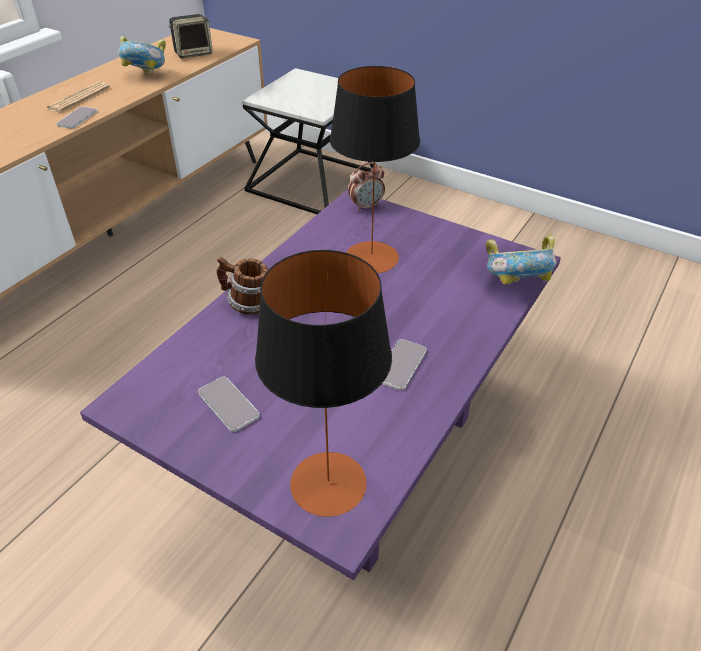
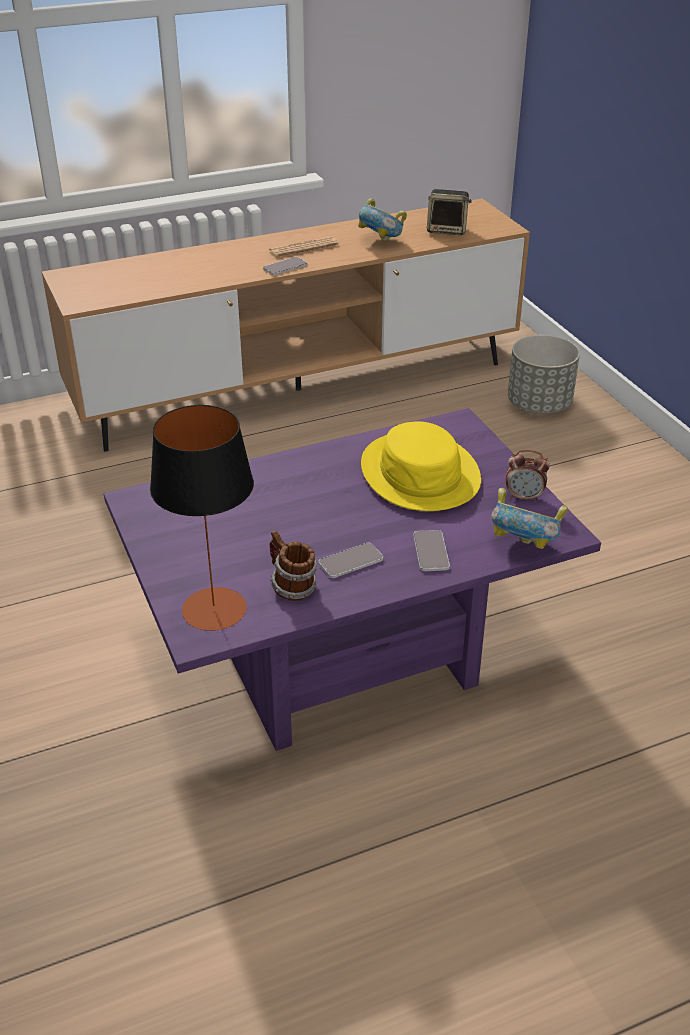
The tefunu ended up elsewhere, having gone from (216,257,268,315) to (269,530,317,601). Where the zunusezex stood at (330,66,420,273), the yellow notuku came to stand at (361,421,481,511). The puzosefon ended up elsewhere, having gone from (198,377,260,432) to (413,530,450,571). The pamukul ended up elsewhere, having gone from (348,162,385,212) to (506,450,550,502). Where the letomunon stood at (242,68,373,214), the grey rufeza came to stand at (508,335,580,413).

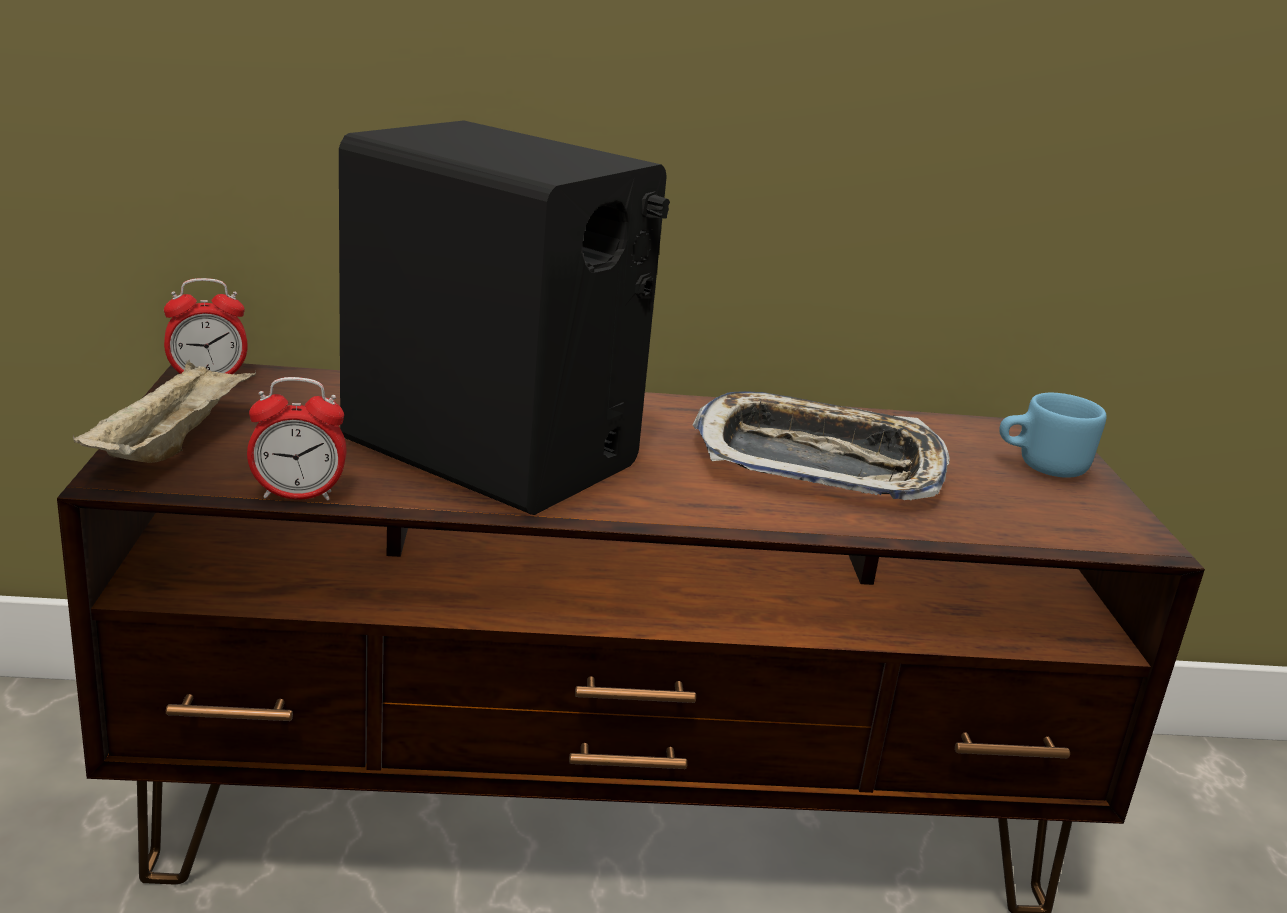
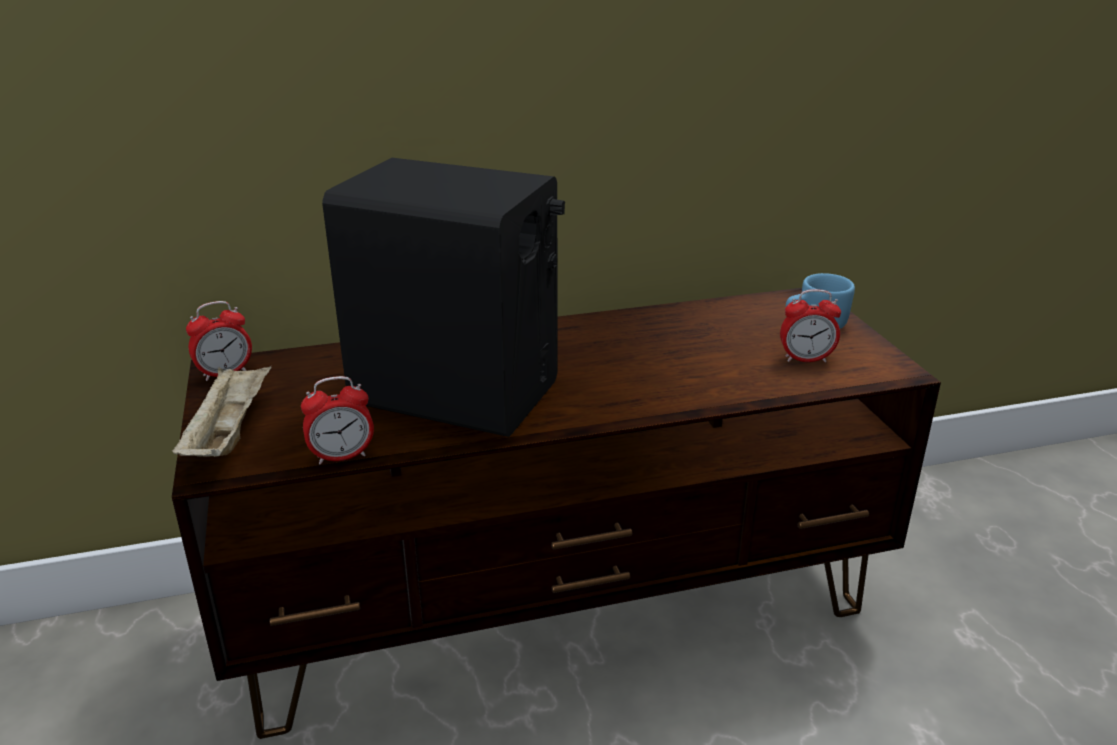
The second view gained the pamukul at (780,289,841,362). The second view lost the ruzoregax at (692,391,949,500).

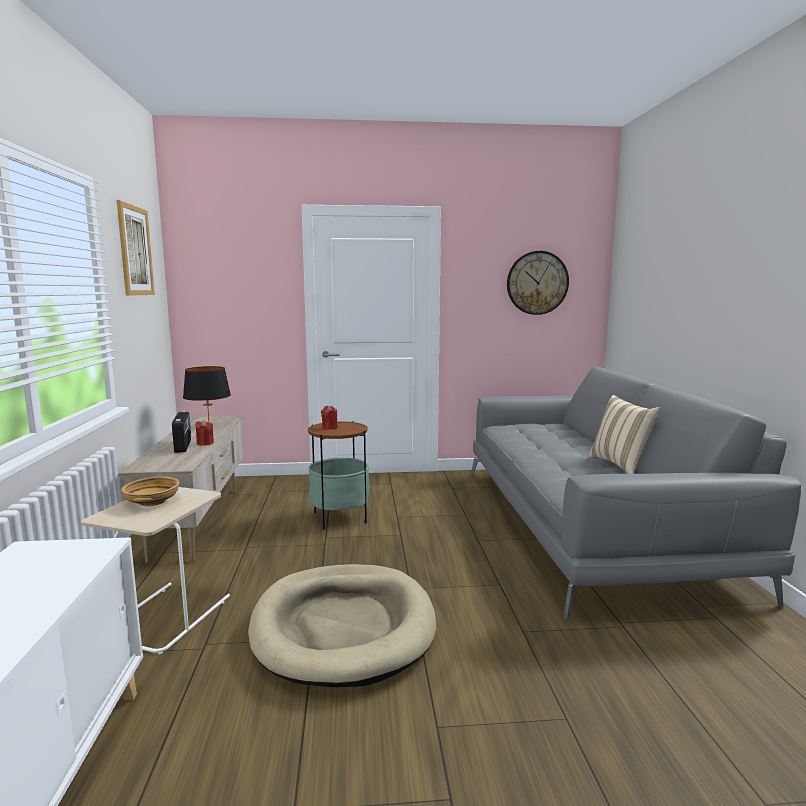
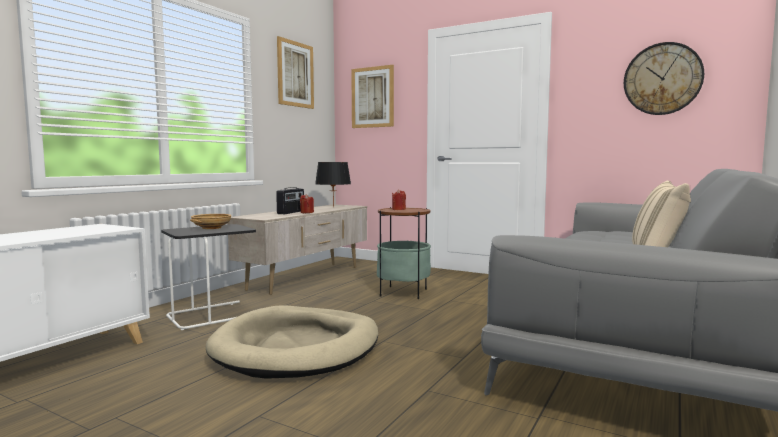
What was the beige letomunon at (81,487,230,654) turned into the black letomunon at (161,224,256,330). The second view gained the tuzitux at (351,65,394,128).

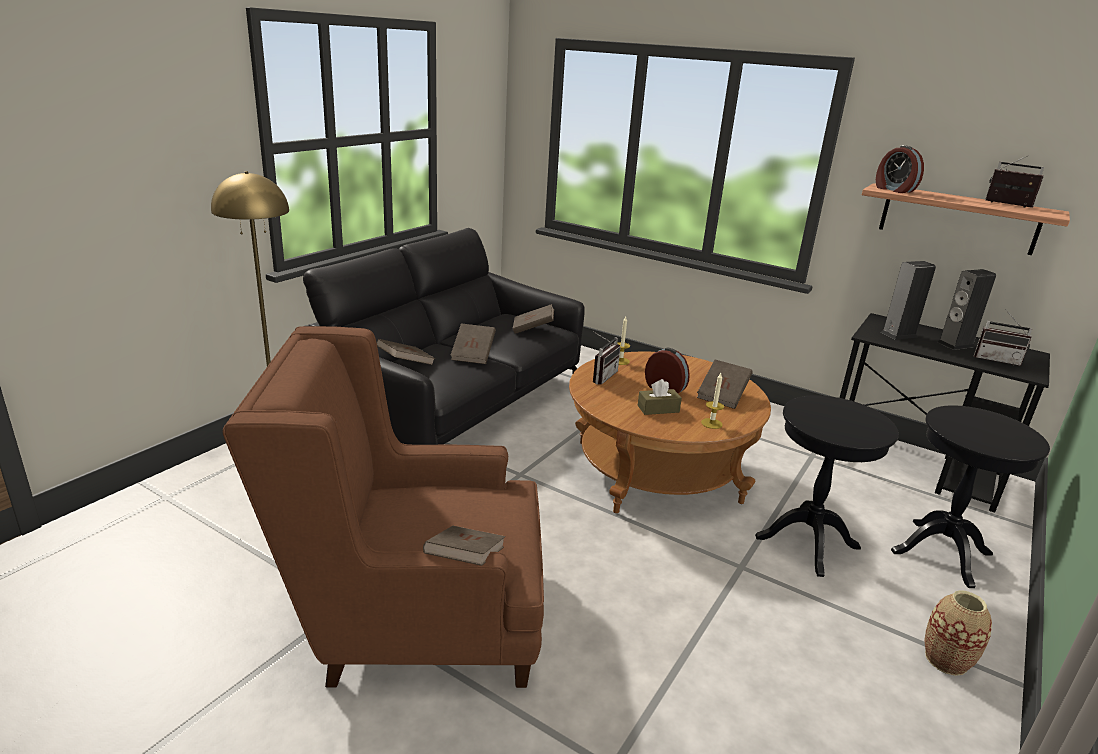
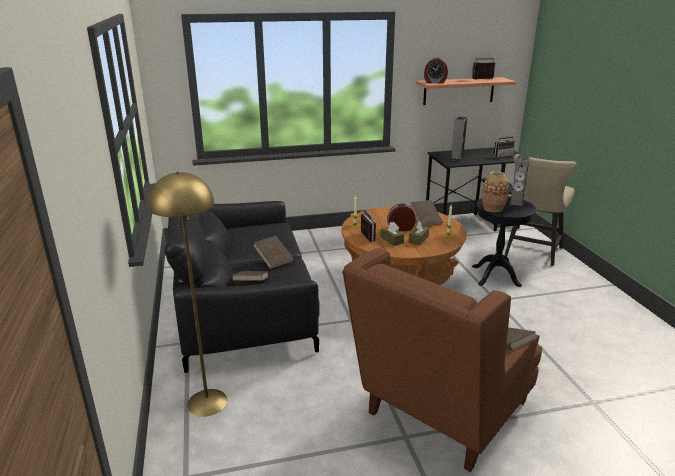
The second view gained the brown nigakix at (381,222,404,246). The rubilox ended up elsewhere, having gone from (924,590,992,676) to (482,171,509,212). Where the black letomunon stood at (891,405,1050,588), the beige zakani came to stand at (505,154,577,266). The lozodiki ended up elsewhere, having gone from (937,269,996,350) to (509,155,530,208). The second view lost the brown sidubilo at (513,304,554,334).

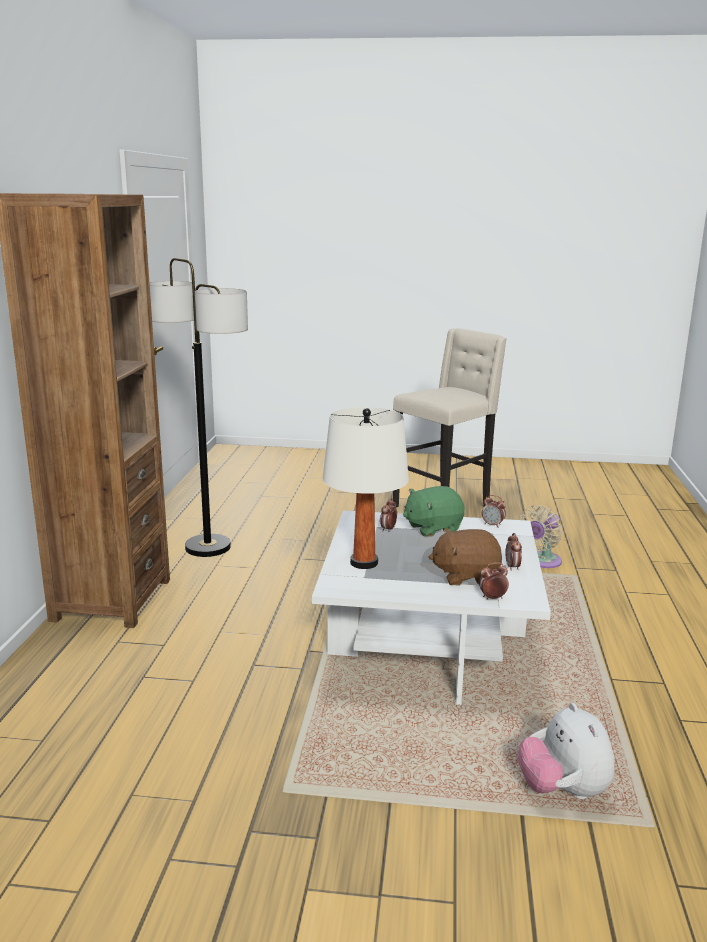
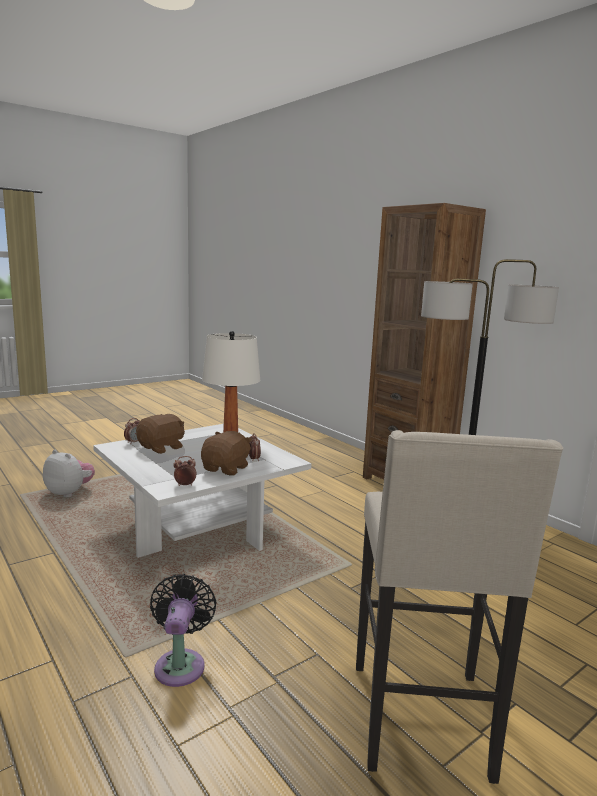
What was the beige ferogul at (519,505,562,568) turned into the black ferogul at (150,574,217,687). What was the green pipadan at (403,486,465,537) turned into the brown pipadan at (201,431,253,476). The second view lost the pamukul at (505,533,522,571).

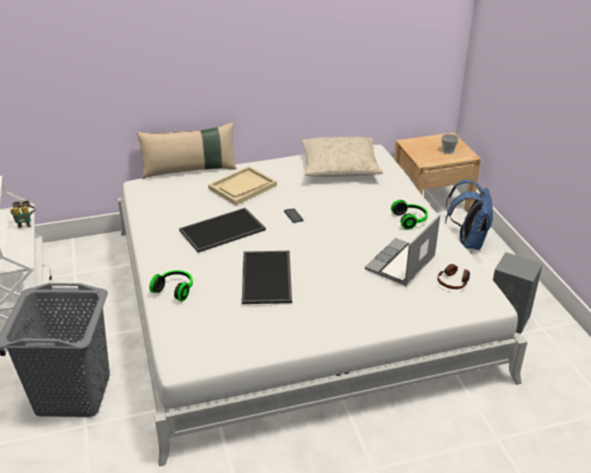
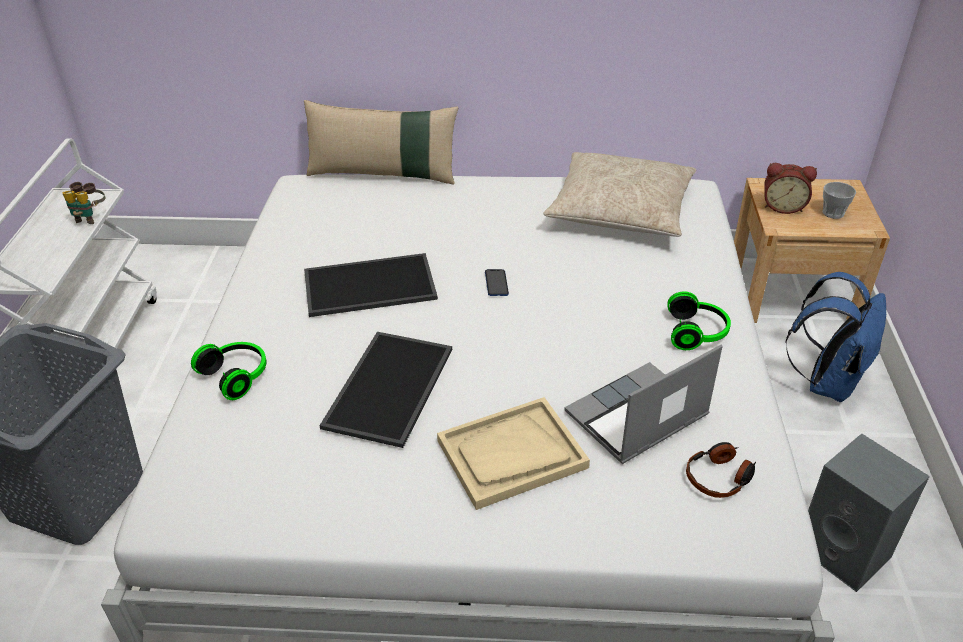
The beige ruzoregax ended up elsewhere, having gone from (208,166,277,205) to (437,397,590,510). The second view gained the pamukul at (764,163,817,214).

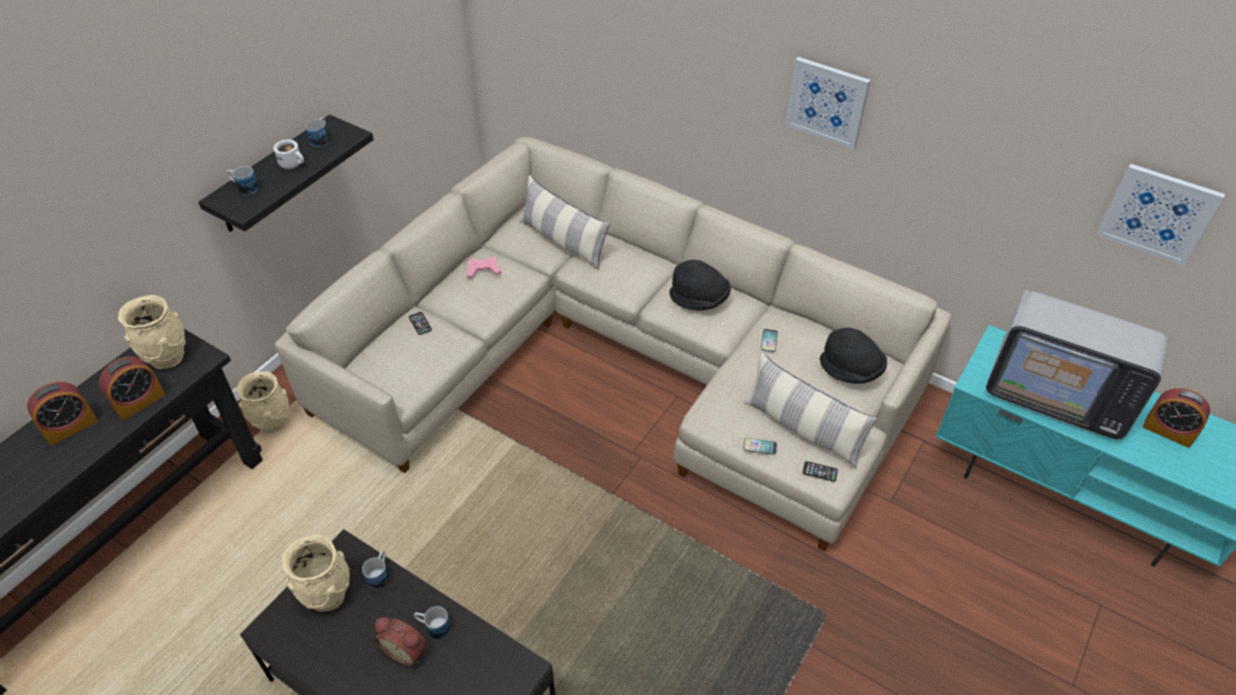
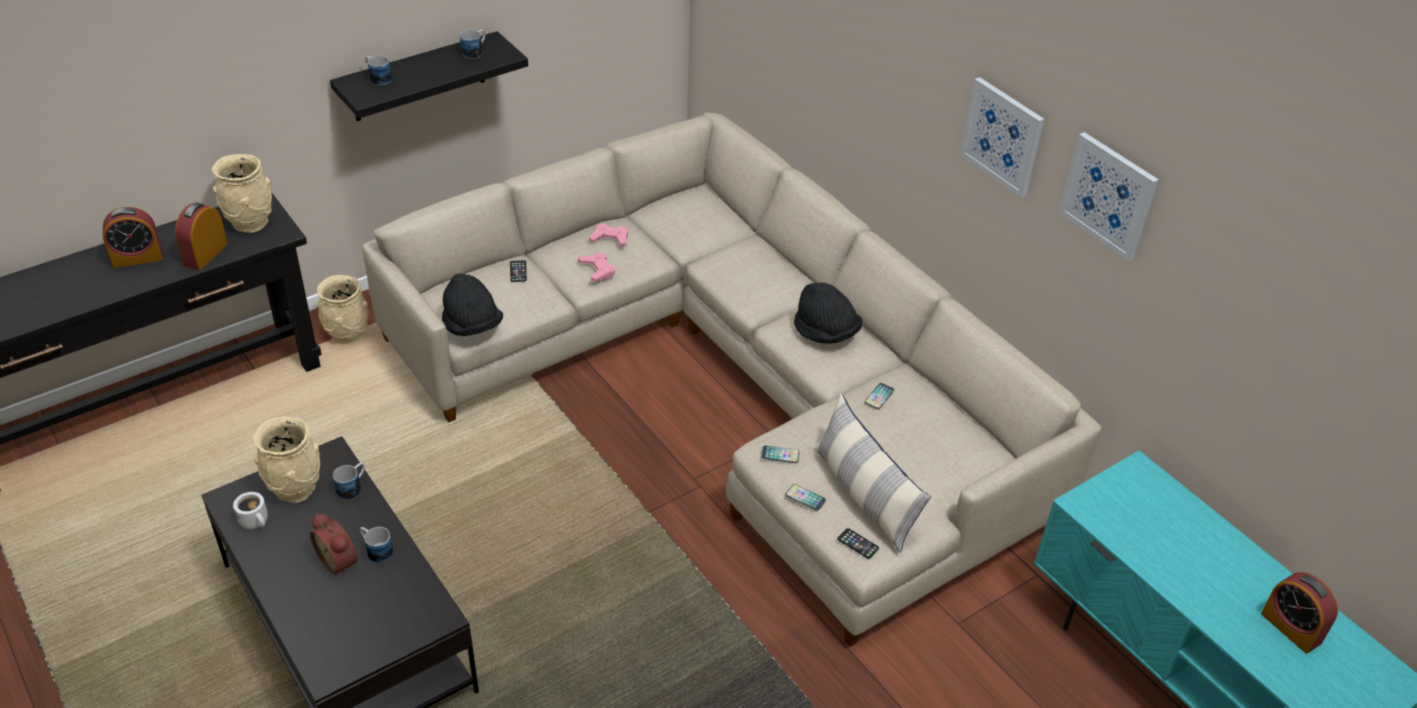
The pamukul at (99,357,165,420) ended up facing another way, 135 degrees clockwise from before. The white tefunu ended up elsewhere, having gone from (273,140,304,169) to (233,492,268,529). The black notuku ended up elsewhere, having gone from (820,328,887,384) to (442,274,503,336). The second view gained the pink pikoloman at (578,252,615,281). The second view gained the puzosefon at (761,446,800,463). The tuzitux ended up elsewhere, having gone from (1096,164,1225,266) to (1059,132,1159,261). The second view lost the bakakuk at (520,175,610,270). The second view lost the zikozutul at (986,291,1168,439).

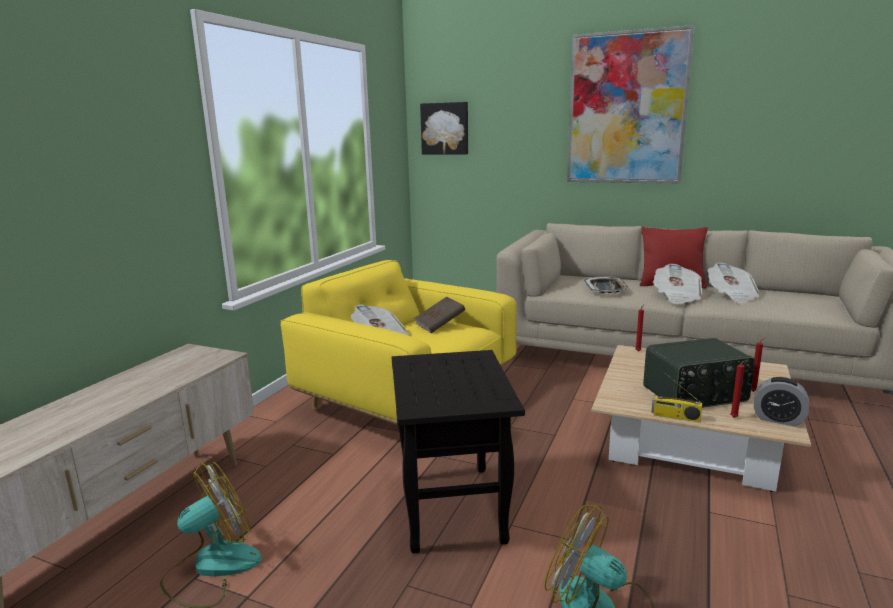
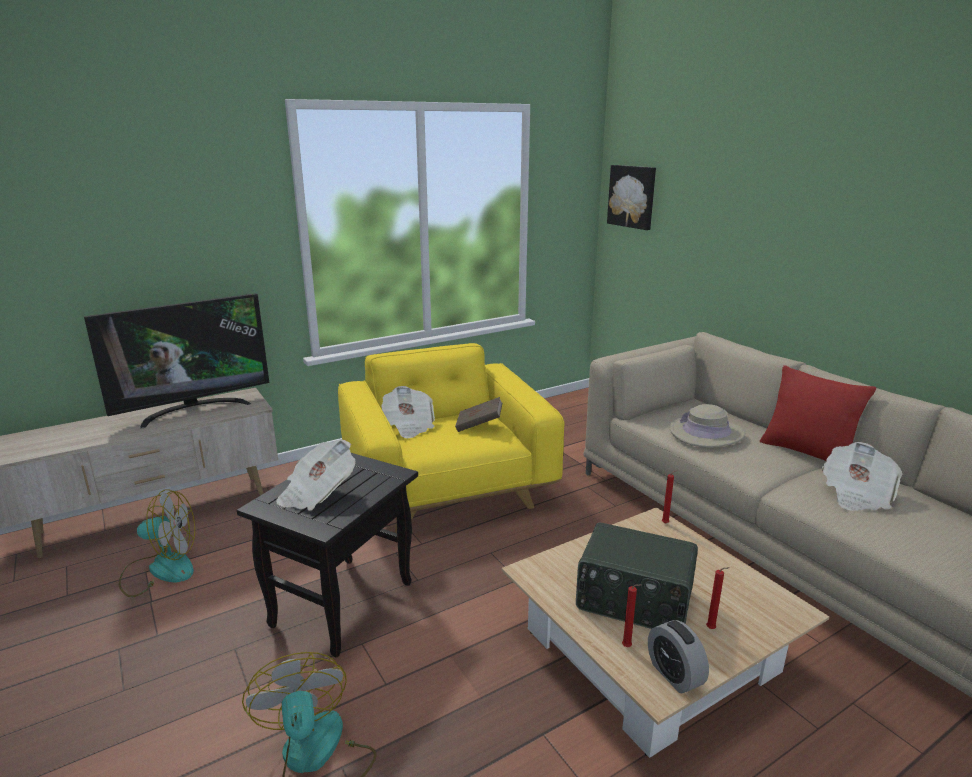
The second view gained the zikozutul at (84,293,269,428). The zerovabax ended up elsewhere, having gone from (653,264,702,304) to (276,440,356,511). Where the ruzoregax stood at (584,276,629,293), the beige notuku came to stand at (670,404,745,448). The second view lost the tuzitux at (567,25,694,184). The second view lost the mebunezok at (651,373,702,422).

